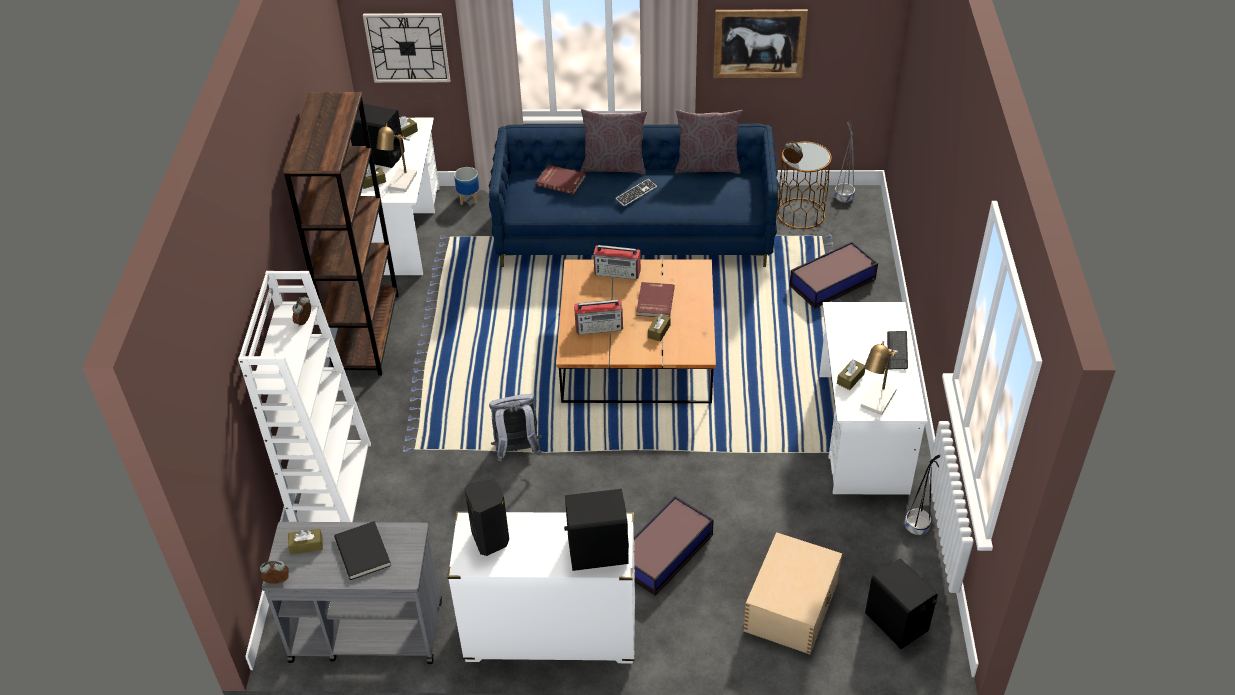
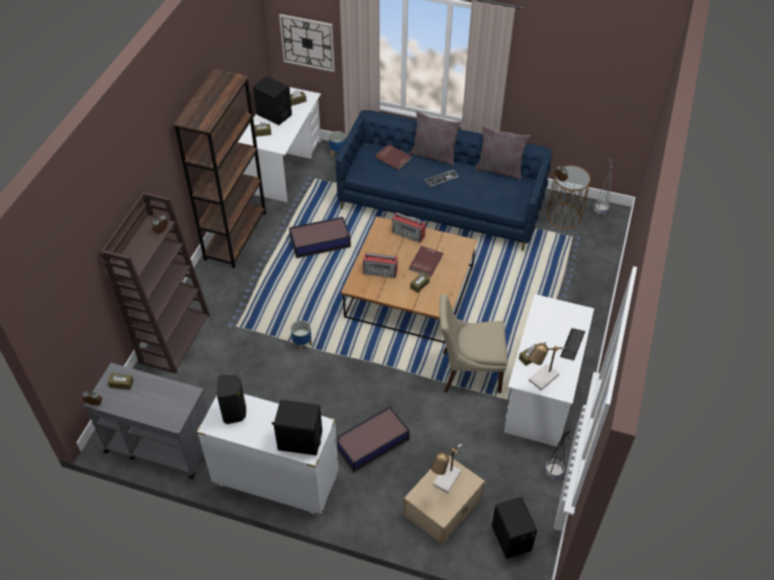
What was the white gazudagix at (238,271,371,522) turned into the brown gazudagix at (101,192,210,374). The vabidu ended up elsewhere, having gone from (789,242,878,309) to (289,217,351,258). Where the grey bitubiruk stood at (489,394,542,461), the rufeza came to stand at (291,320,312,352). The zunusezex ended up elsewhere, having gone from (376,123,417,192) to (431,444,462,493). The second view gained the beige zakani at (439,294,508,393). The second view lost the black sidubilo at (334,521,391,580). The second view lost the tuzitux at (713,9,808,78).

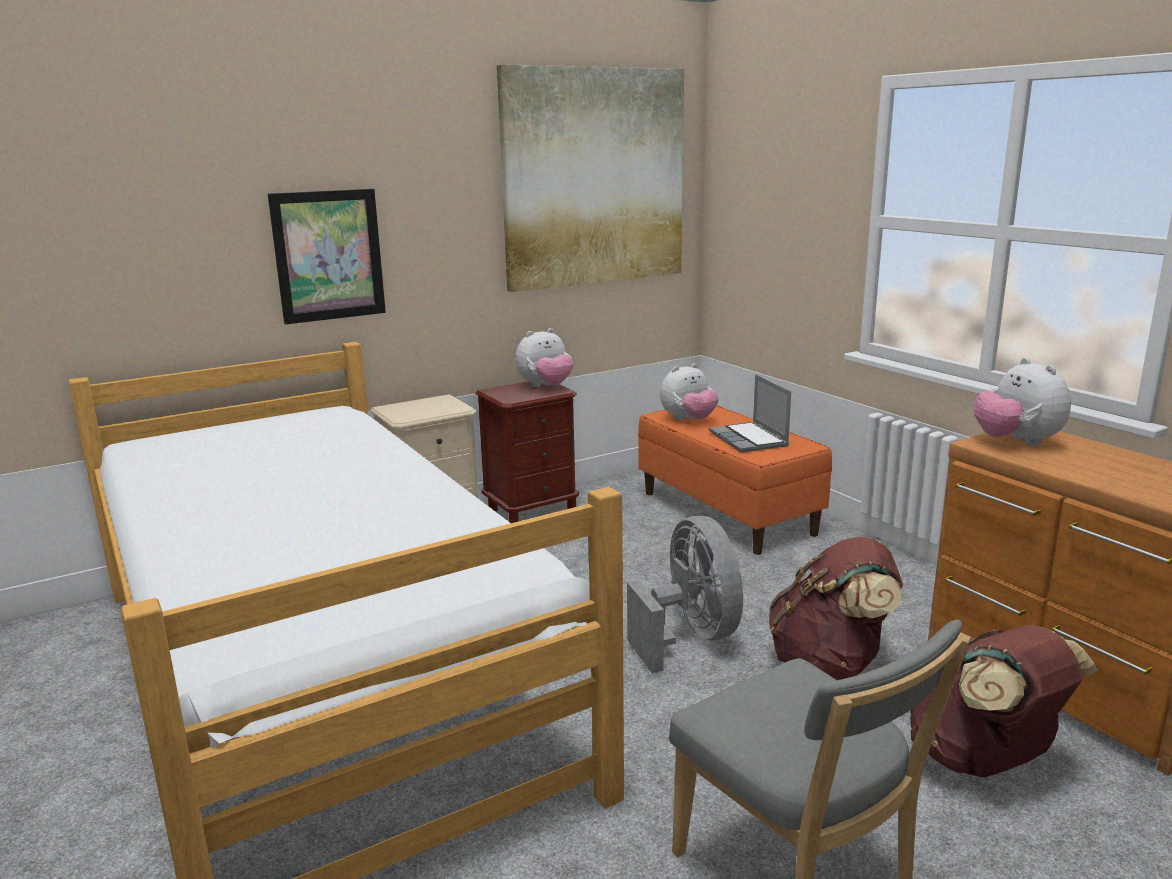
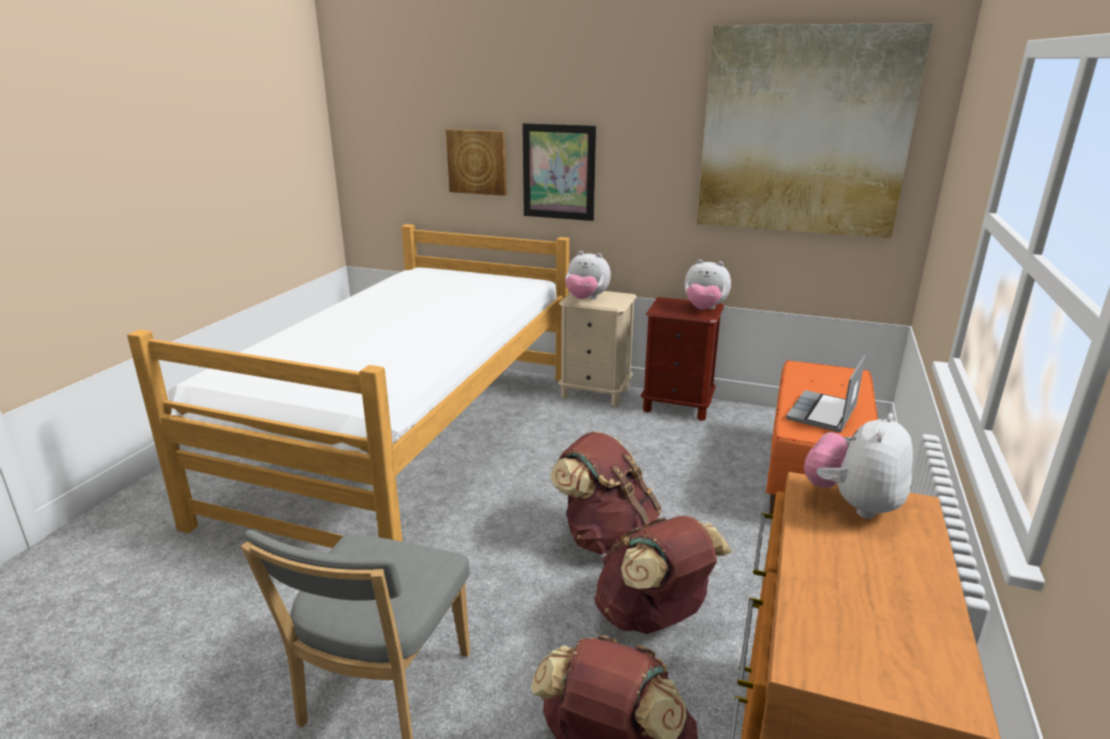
The second view gained the tuzitux at (446,129,507,196). Where the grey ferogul stood at (627,516,743,673), the brown bitubiruk came to stand at (550,431,661,555). The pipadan ended up elsewhere, having gone from (660,363,718,421) to (565,251,611,299).

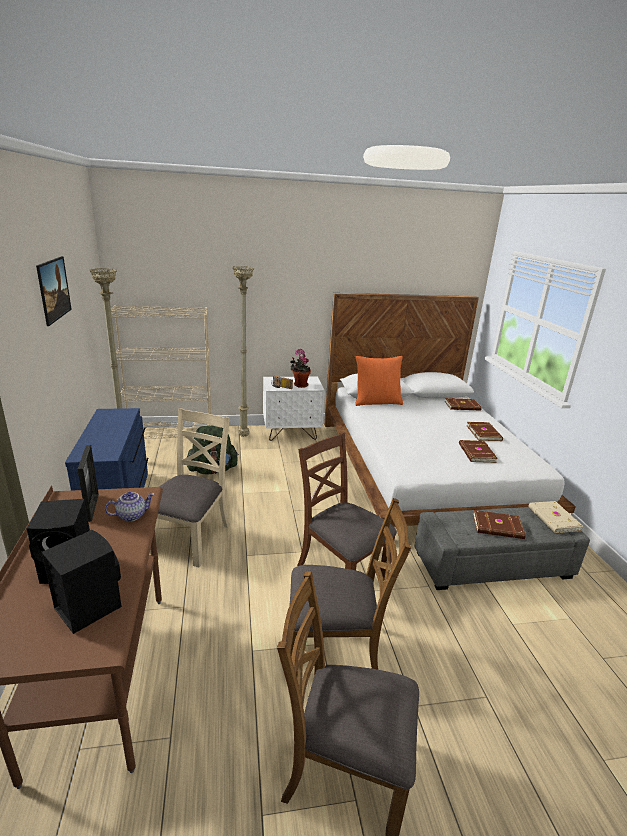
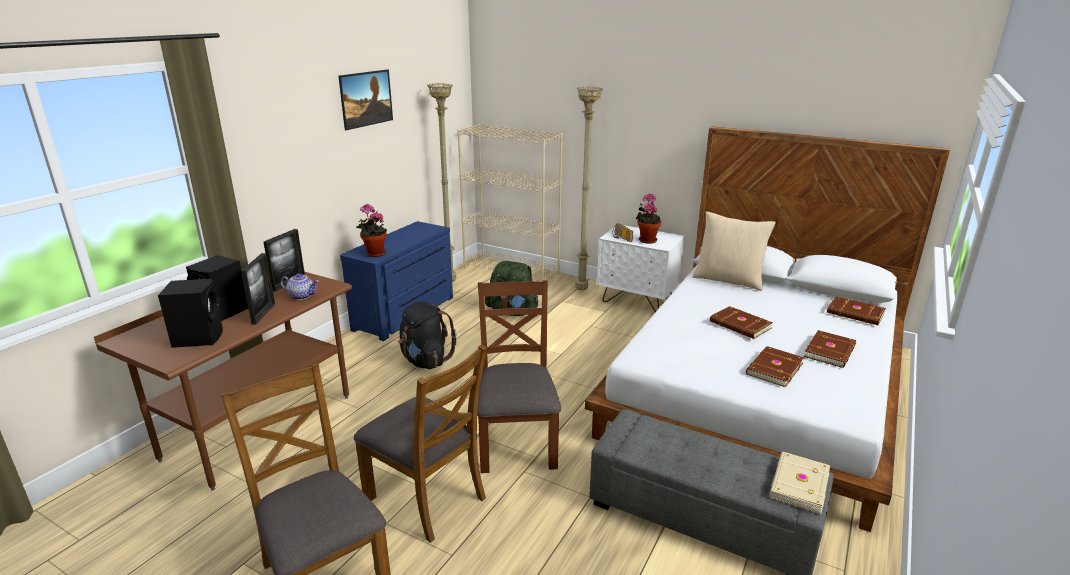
The second view gained the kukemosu at (241,253,275,325). The second view gained the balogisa at (356,204,387,257). Where the beige zakani stood at (149,408,230,567), the black bitubiruk came to stand at (398,301,457,369). What was the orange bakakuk at (355,356,403,406) turned into the beige bakakuk at (692,211,776,291). The brown sidubilo ended up elsewhere, having gone from (473,510,526,539) to (710,306,773,339).

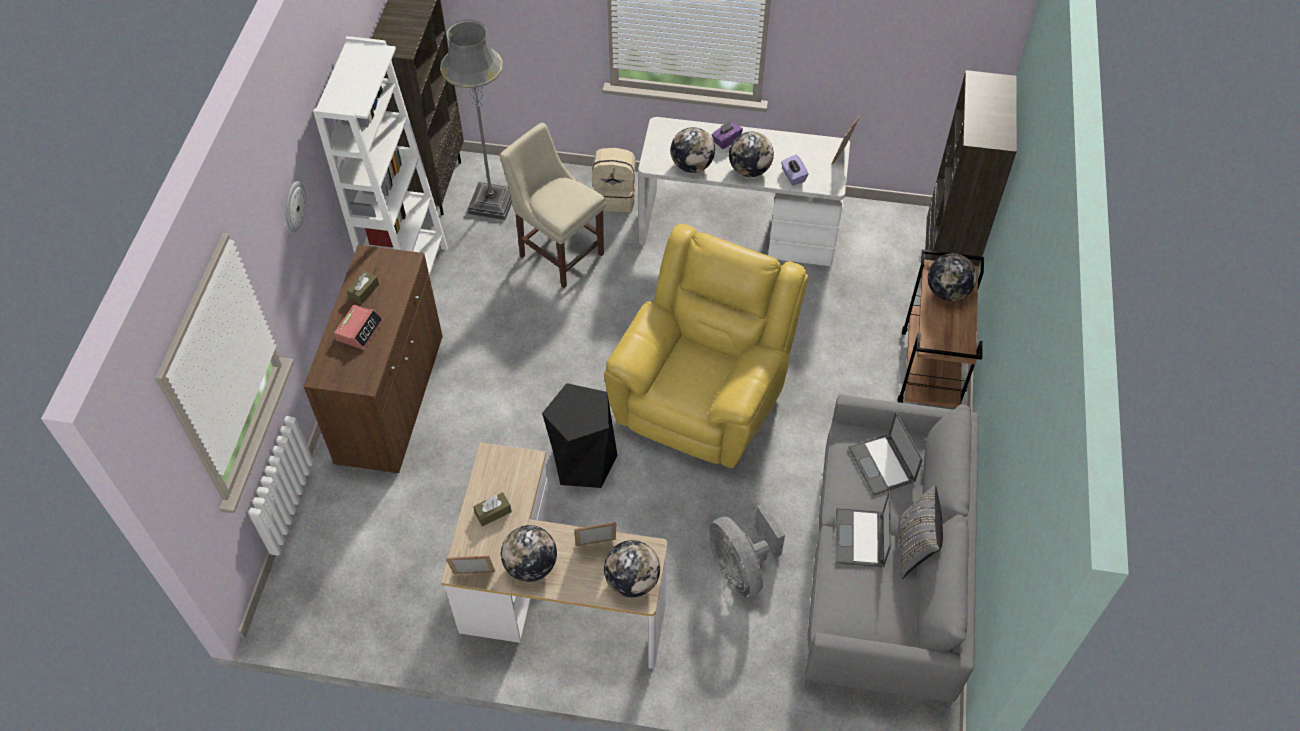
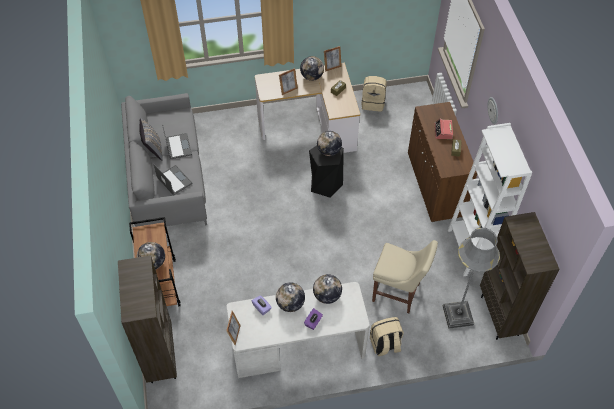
The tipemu ended up elsewhere, having gone from (604,540,660,597) to (317,131,342,156). The second view gained the beige bitubiruk at (361,76,387,111). The second view lost the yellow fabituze at (604,224,808,468). The second view lost the grey ferogul at (709,503,785,598).

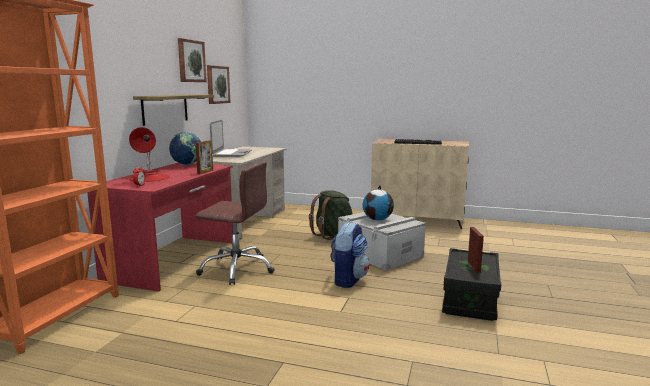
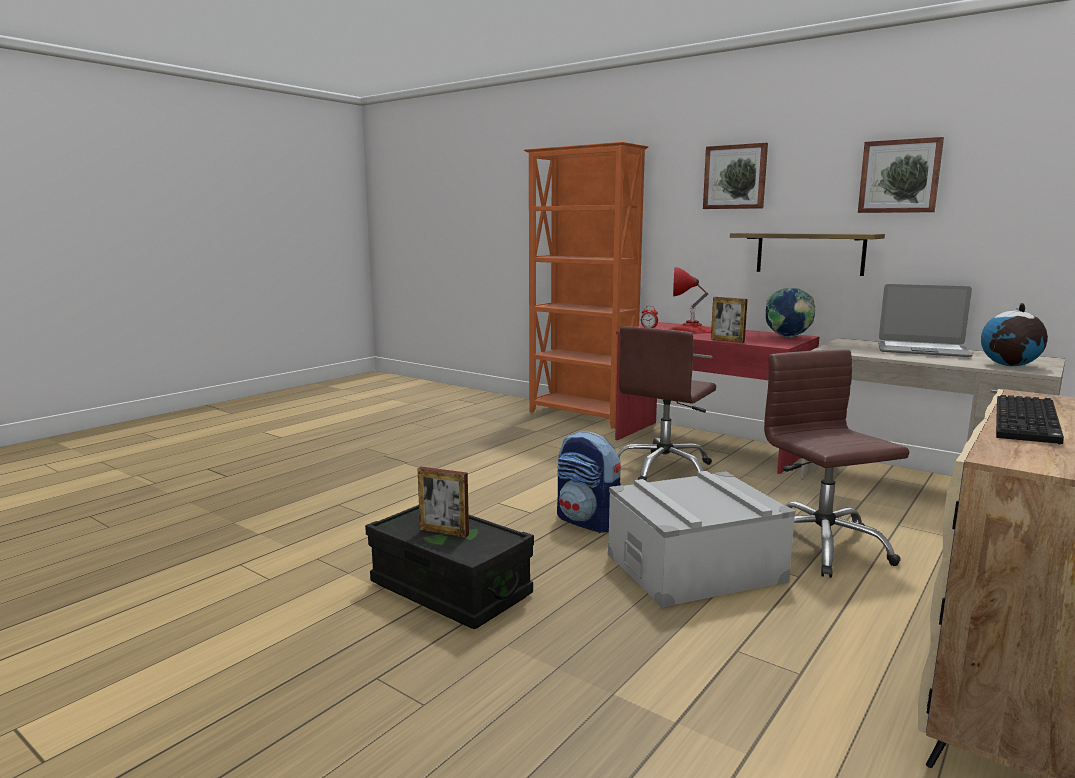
The tuzitux ended up elsewhere, having gone from (207,65,230,104) to (703,143,768,209). Where the green bitubiruk stood at (309,190,353,240), the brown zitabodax came to stand at (764,349,909,578). The tipemu ended up elsewhere, having gone from (363,185,394,221) to (981,303,1048,366).

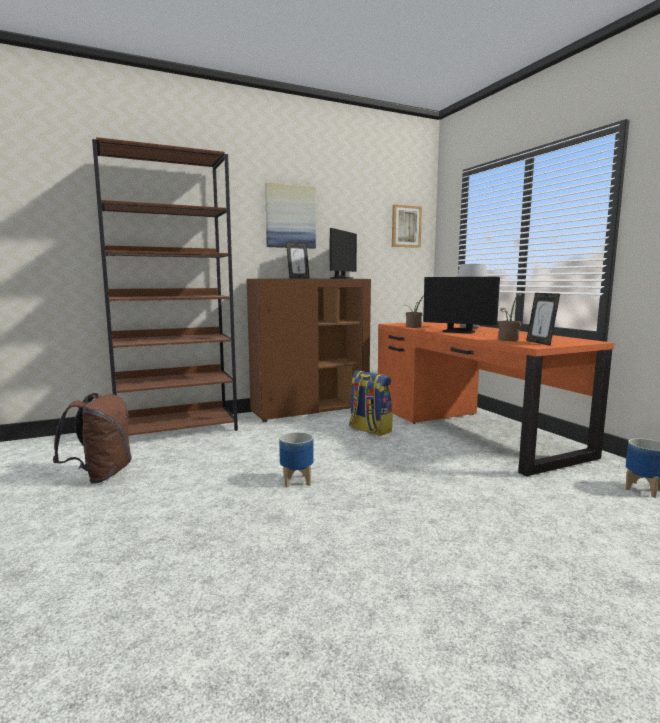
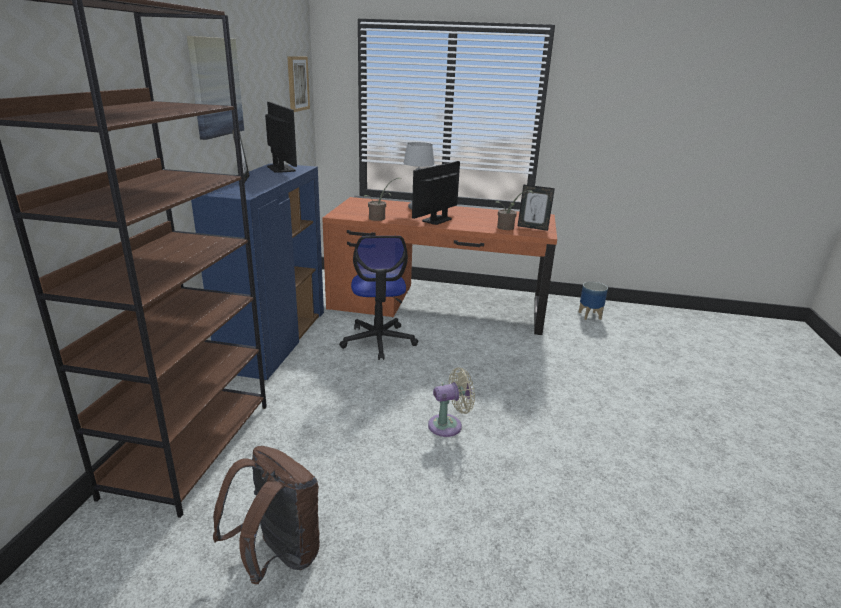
What was the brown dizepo at (247,279,371,422) turned into the blue dizepo at (191,163,324,381). Where the bitubiruk stood at (349,370,392,436), the zitabodax came to stand at (339,236,418,360). The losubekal at (423,277,500,334) ended up facing another way, 150 degrees clockwise from before. Where the rufeza stood at (279,432,314,487), the beige ferogul came to stand at (428,367,475,437).

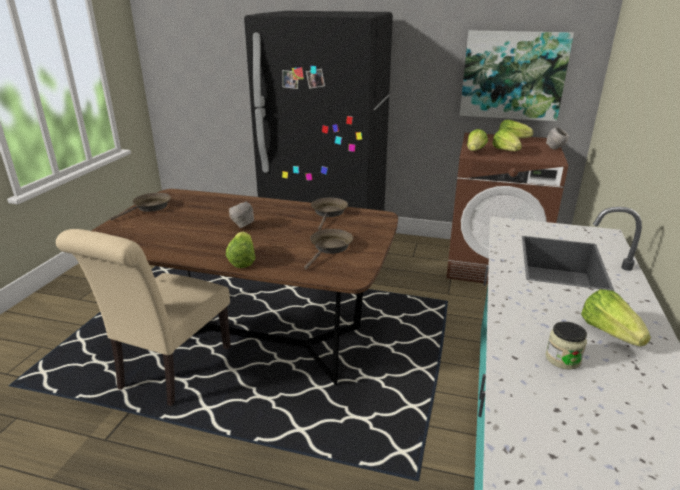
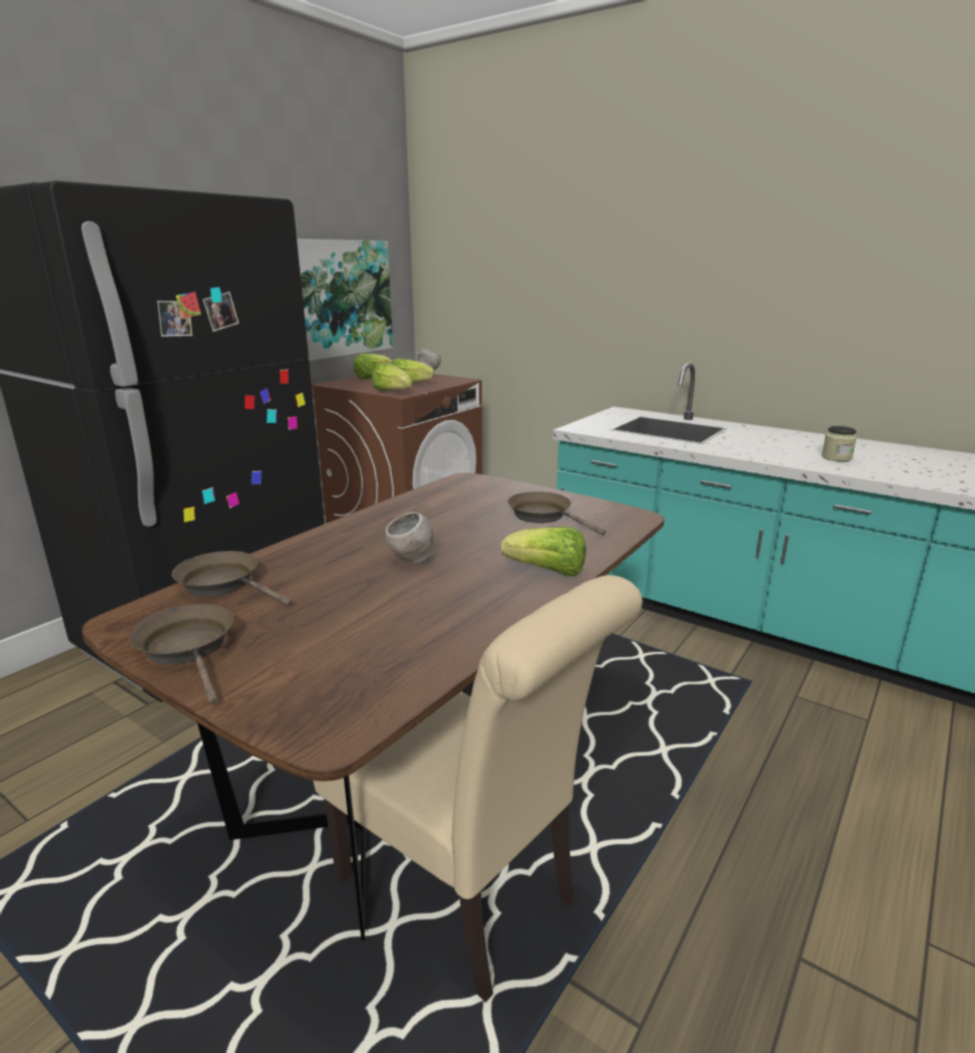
The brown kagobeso ended up elsewhere, having gone from (311,197,348,230) to (172,551,293,606). The second view lost the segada at (581,289,651,346).

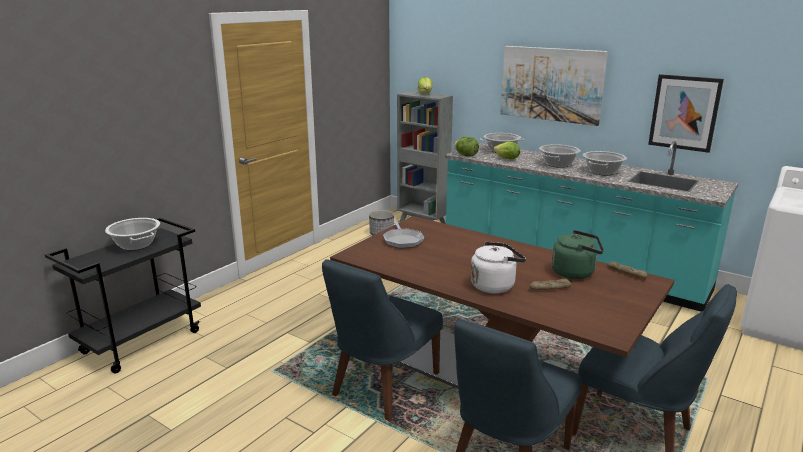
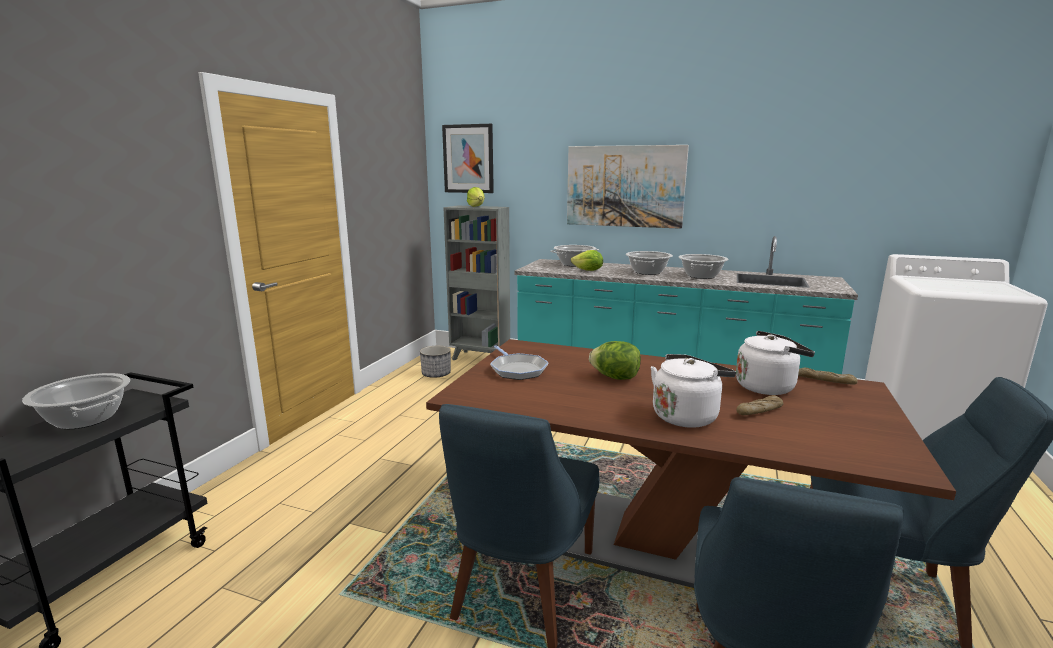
The tuzitux ended up elsewhere, having gone from (648,74,724,153) to (442,124,494,193). The segada ended up elsewhere, having gone from (454,137,479,156) to (589,341,641,380). What was the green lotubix at (552,230,604,279) turned into the white lotubix at (736,331,815,395).

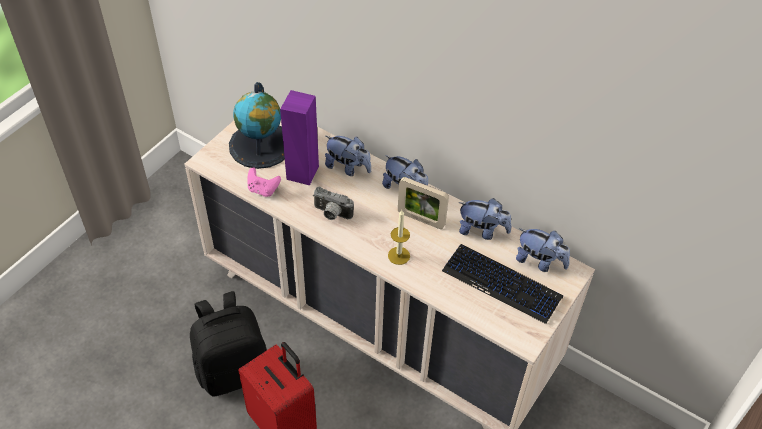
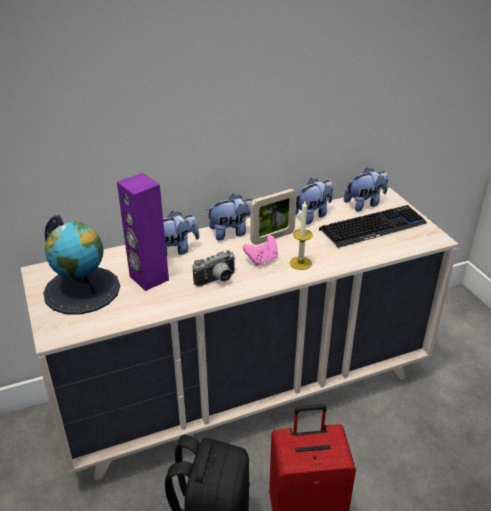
The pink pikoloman ended up elsewhere, having gone from (247,167,281,197) to (243,235,278,266).

